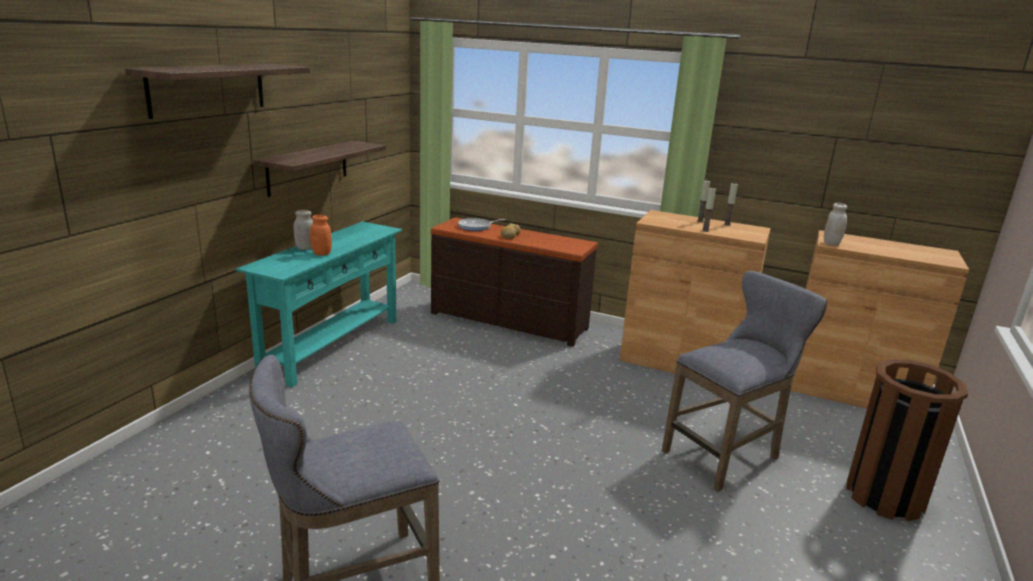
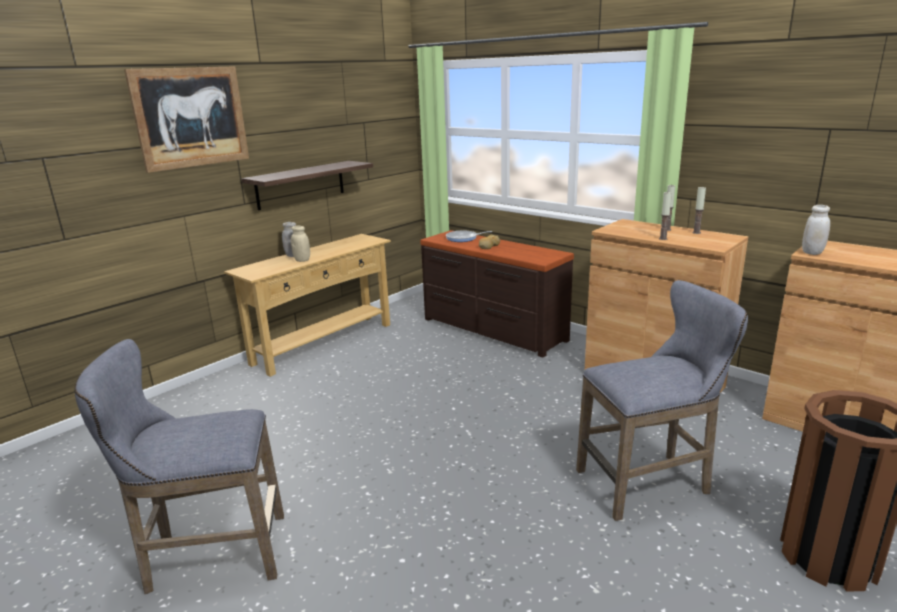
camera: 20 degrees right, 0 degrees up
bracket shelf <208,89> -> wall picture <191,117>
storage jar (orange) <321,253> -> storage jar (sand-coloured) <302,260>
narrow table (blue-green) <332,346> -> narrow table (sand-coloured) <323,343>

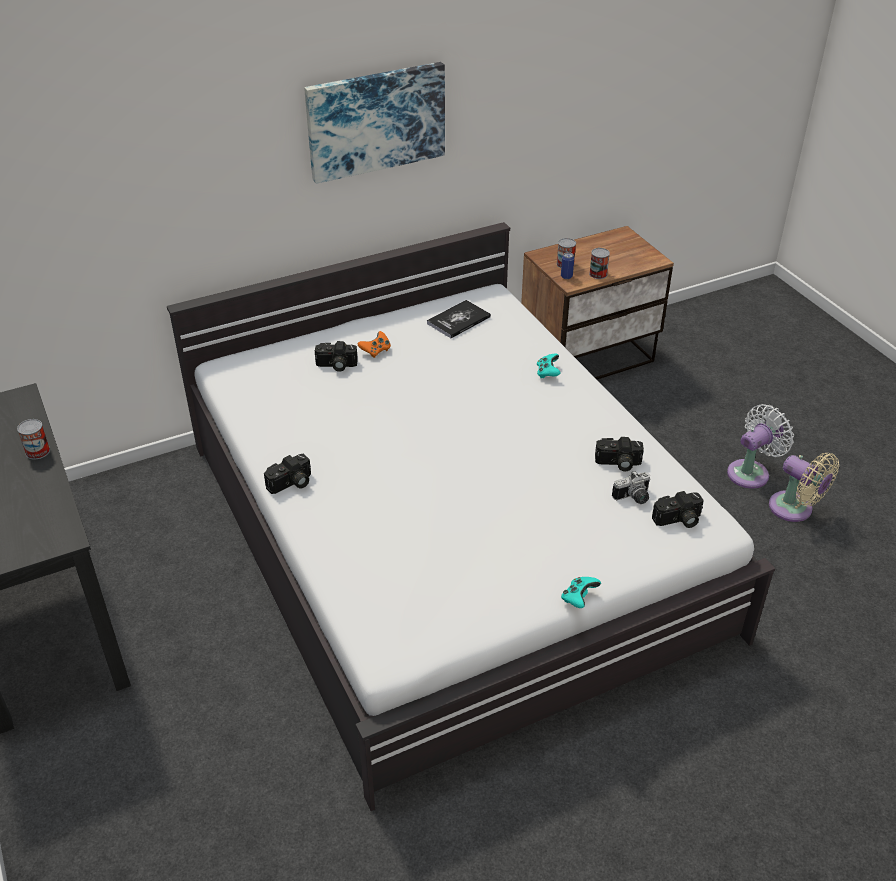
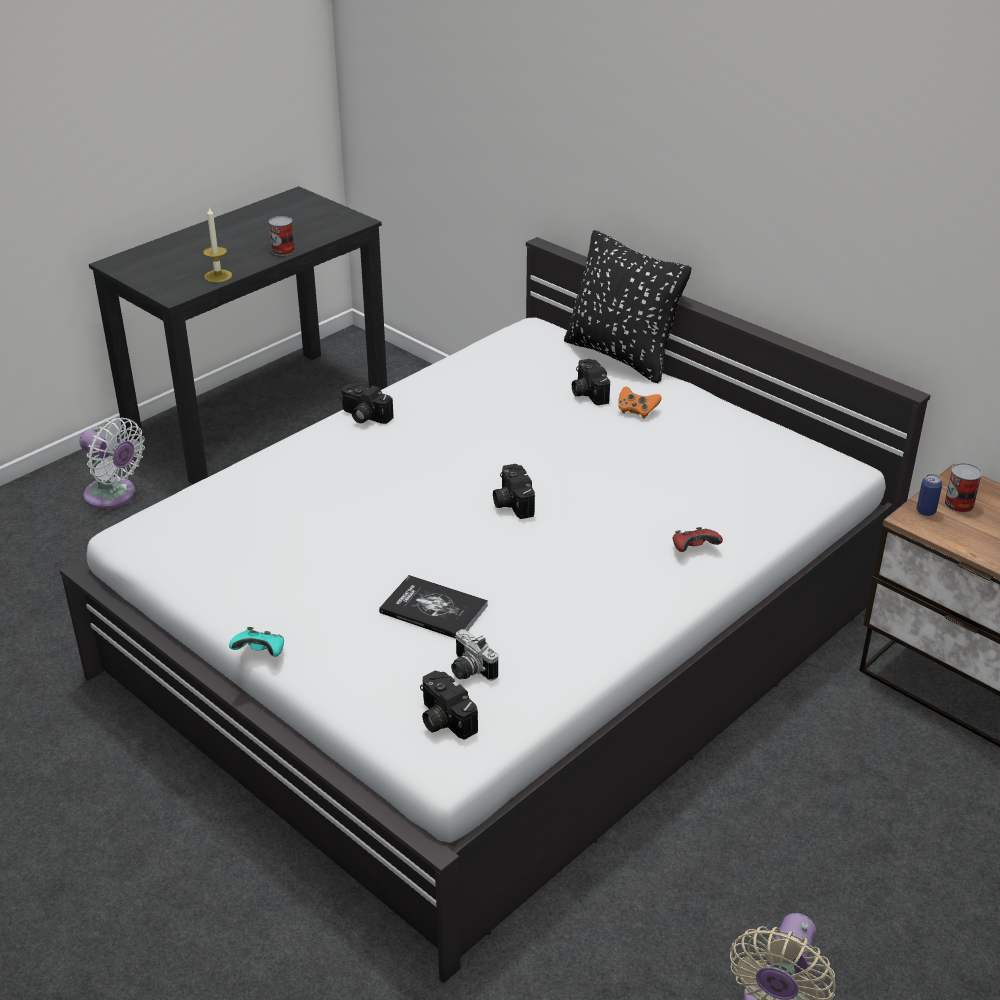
camera: 70 degrees right, 5 degrees down
wall picture <375,120> -> none
sealed can <598,274> -> none
book <458,320> -> book <433,609>, move
game controller (blue-green) <547,373> -> game controller (red-coloured) <694,549>
electric fan (white-coloured) <751,472> -> electric fan (white-coloured) <114,496>, move
still camera <618,463> -> still camera <511,502>, move
none -> wax light <218,276>
none -> cushion (blackish) <621,356>

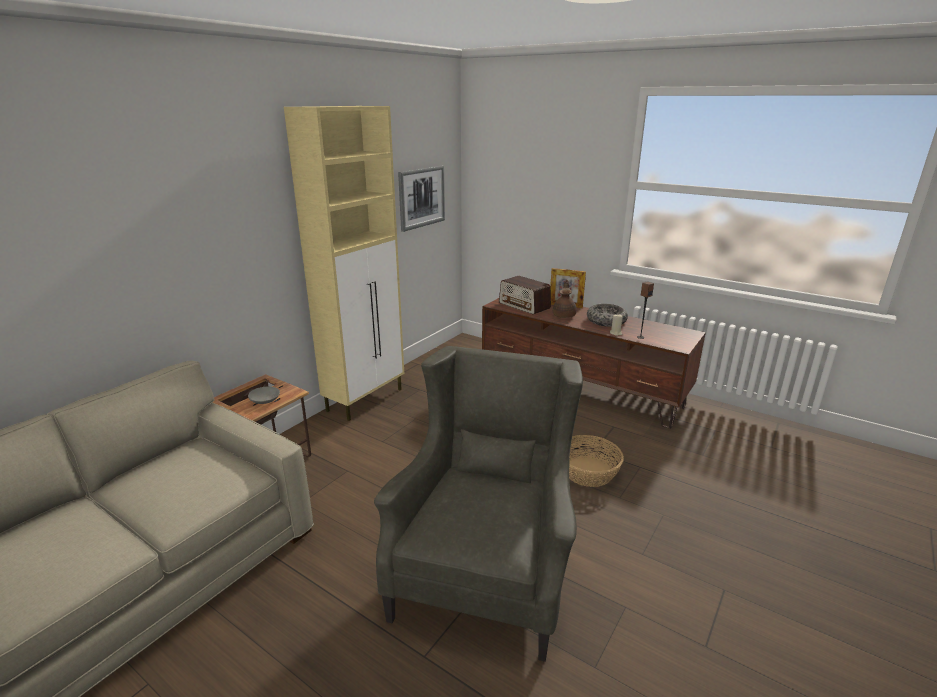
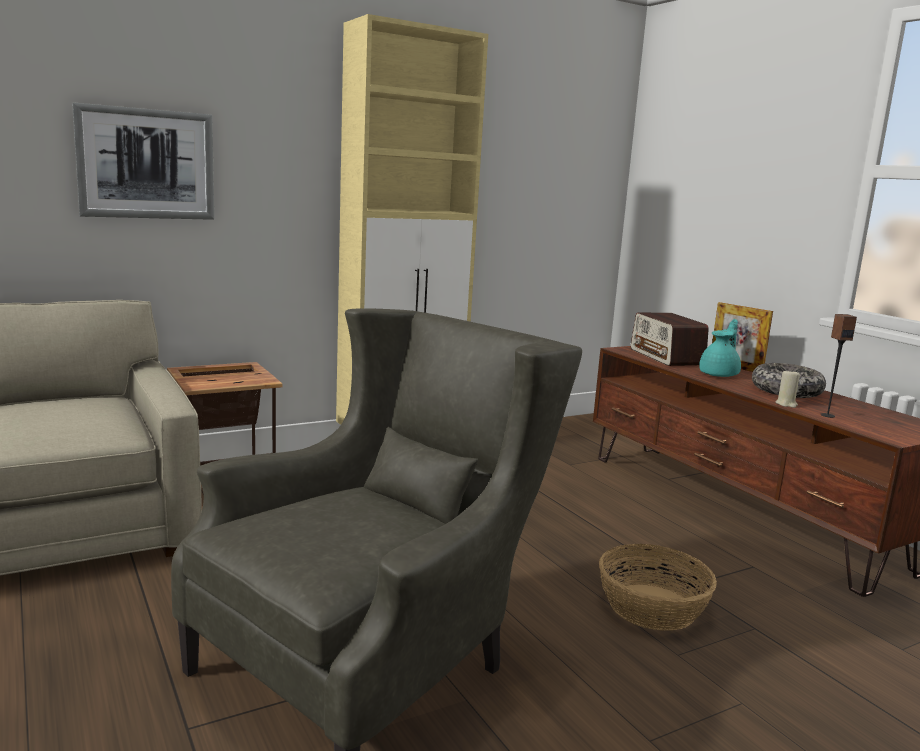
camera: 25 degrees right, 10 degrees down
wall picture <421,197> -> wall picture <146,164>, move
teapot (brown-coloured) <564,315> -> teapot (blue-green) <720,374>
deep dish (gray) <265,400> -> none

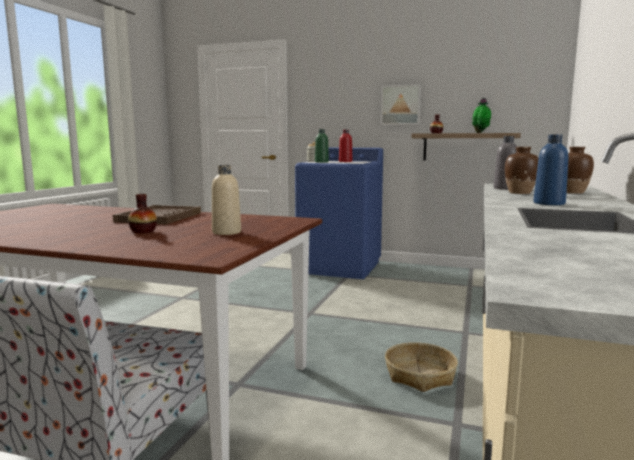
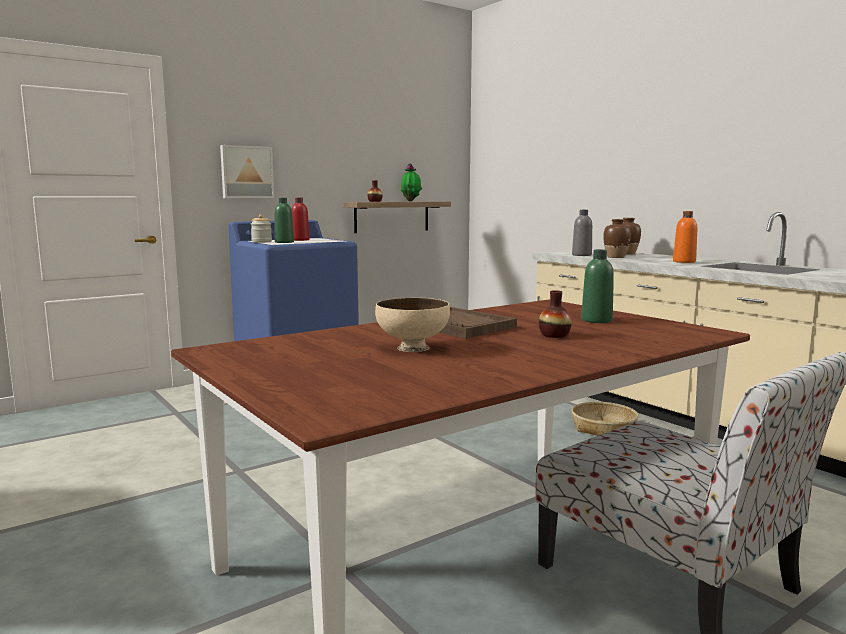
camera: 55 degrees left, 0 degrees up
wall picture <400,105> -> wall picture <246,172>, move
drink bottle (blue) <549,203> -> drink bottle (orange) <684,261>
drink bottle (sand-coloured) <226,232> -> drink bottle (green-coloured) <596,320>
none -> deep dish (sand-coloured) <413,348>

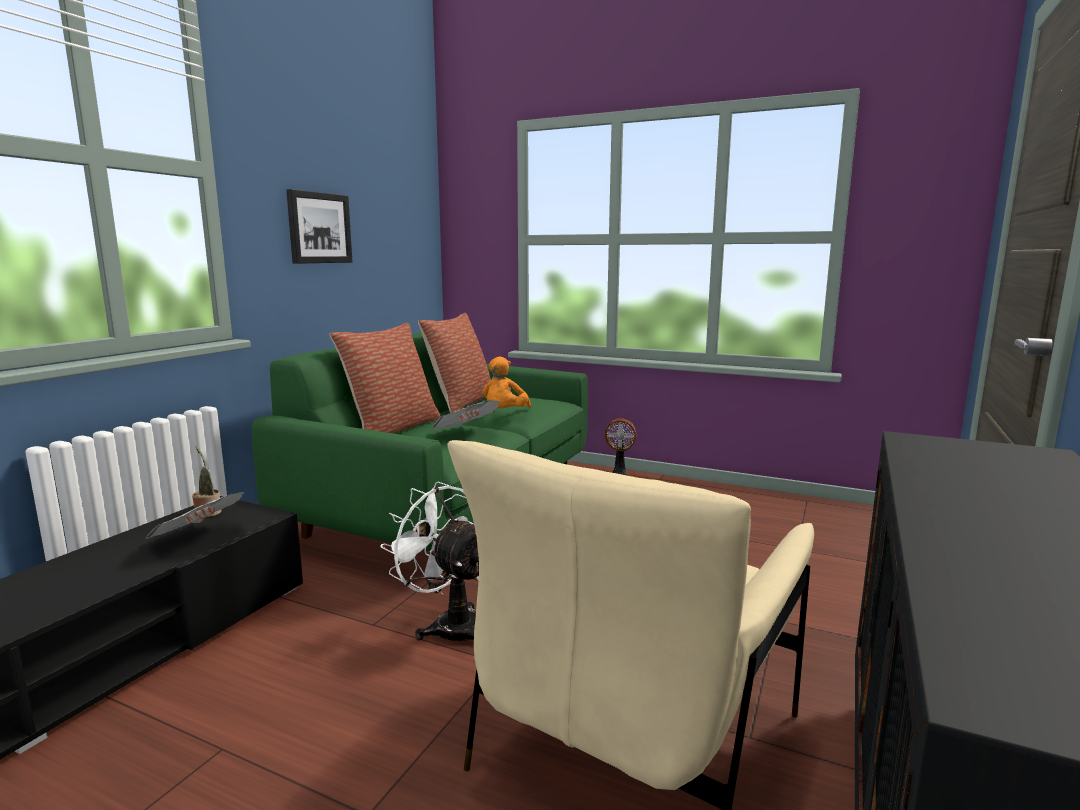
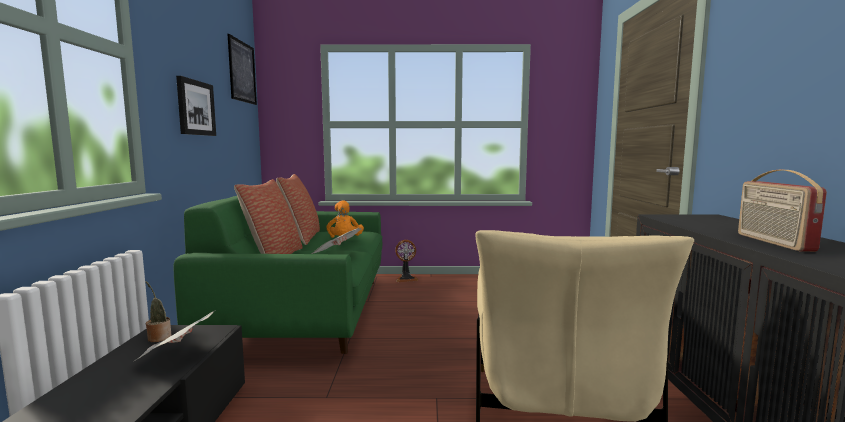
camera: 25 degrees left, 5 degrees down
electric fan (white-coloured) <449,625> -> none
none -> wall picture <242,72>
none -> radio <772,242>

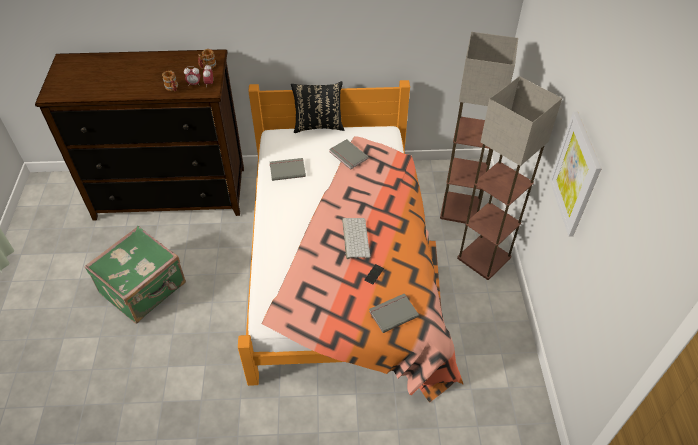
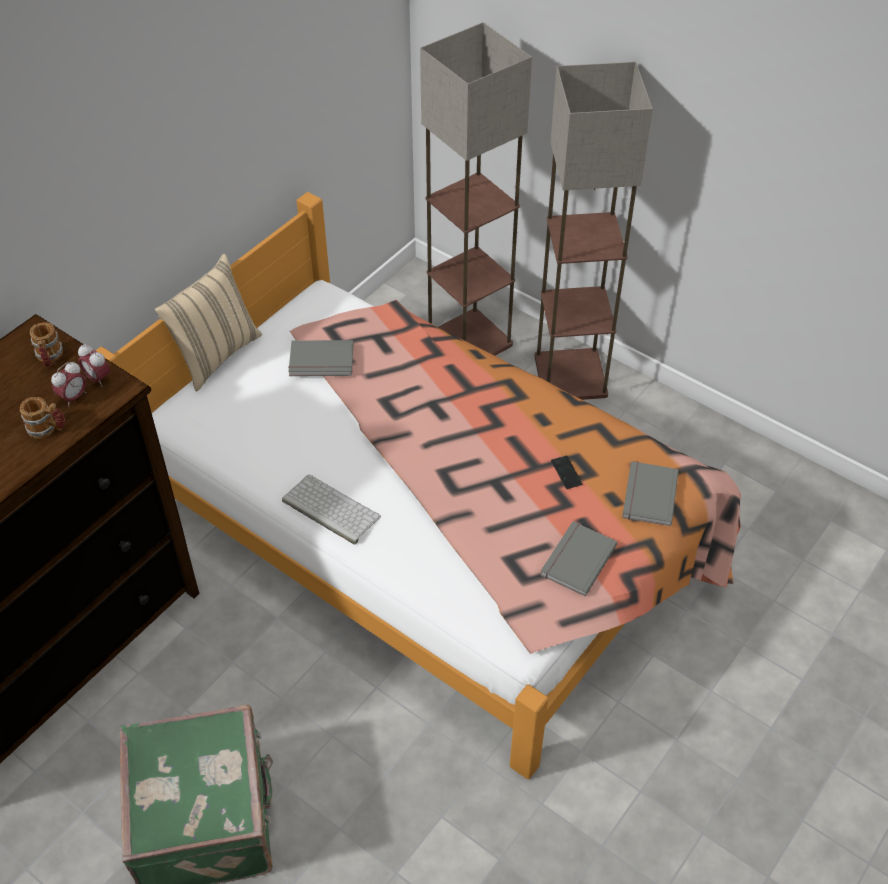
camera: 50 degrees left, 0 degrees up
cushion (blackish) <318,125> -> cushion (sand-coloured) <216,355>
wall picture <575,175> -> none
book (gray) <287,169> -> book (gray) <576,559>, move
computer keyboard <354,237> -> computer keyboard <329,509>, move

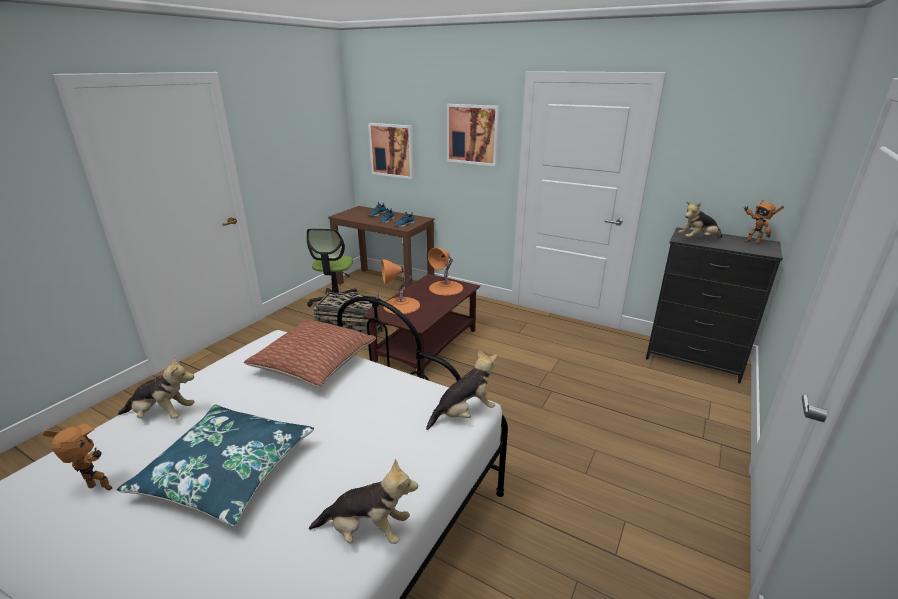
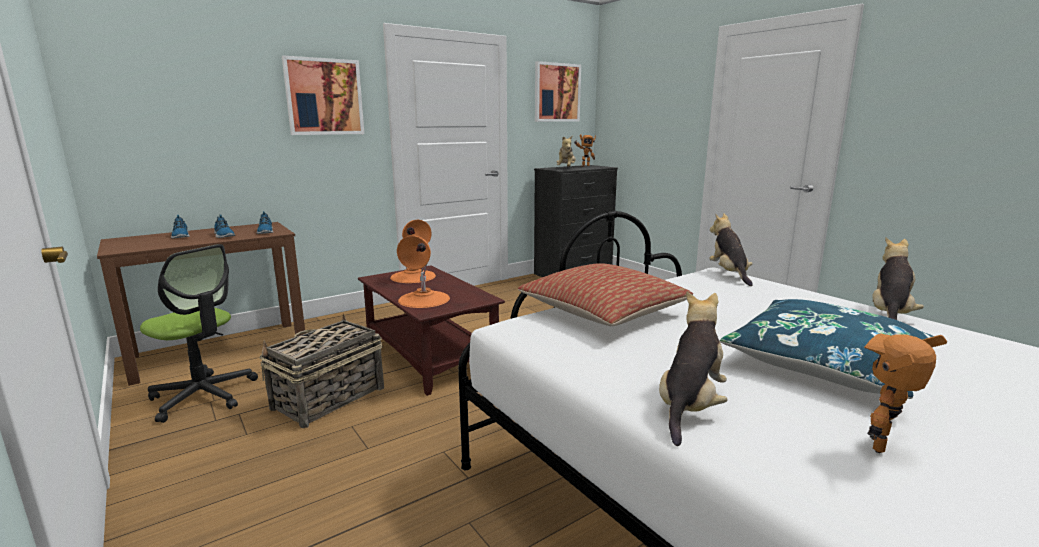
camera: 65 degrees left, 10 degrees down
wall picture <392,150> -> wall picture <557,92>, move

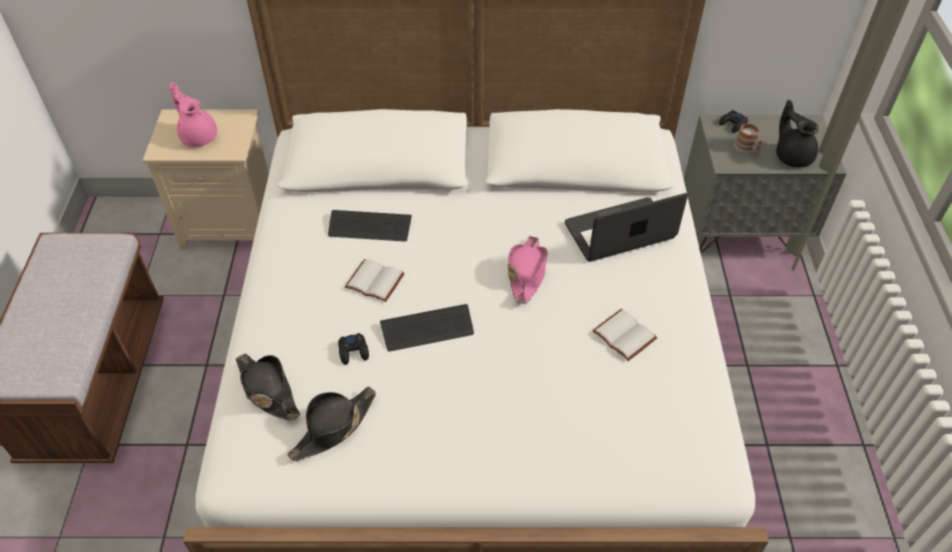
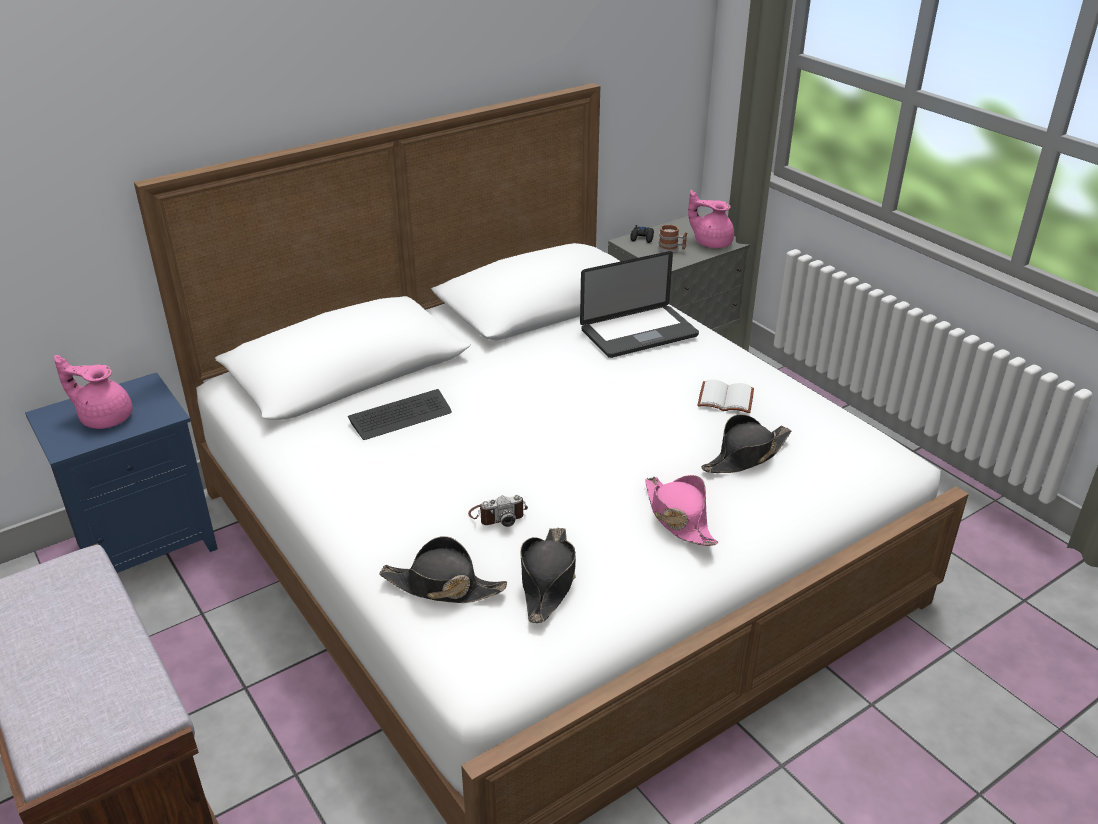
camera: 35 degrees left, 15 degrees down
teapot (blackish) <792,156> -> teapot (pinkish) <711,242>
bedside table (sand-coloured) <232,224> -> bedside table (blue) <147,545>
laptop <619,231> -> laptop <639,333>, 150 degrees counterclockwise
hat (pinkish) <526,273> -> hat (pinkish) <678,517>, move
book (white-coloured) <376,280> -> none
computer keyboard <427,329> -> none
game controller (blackish) <354,351> -> still camera <498,514>
none -> hat (blackish) <746,456>

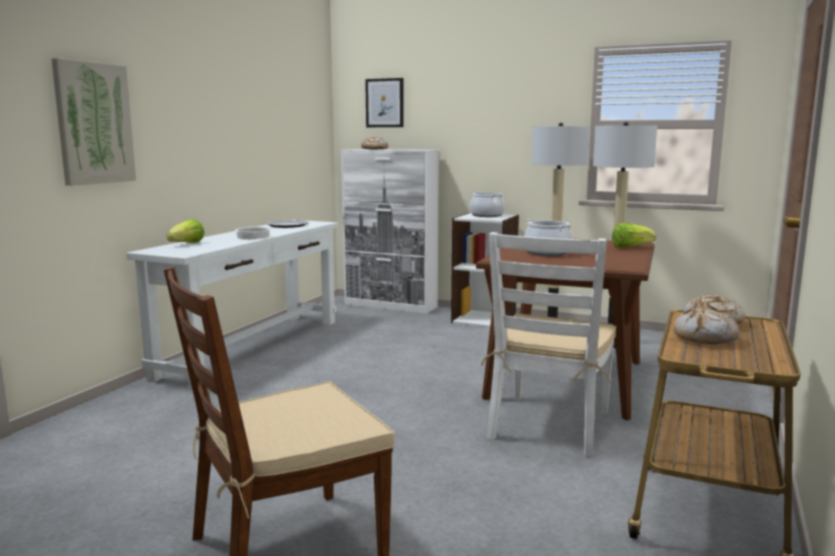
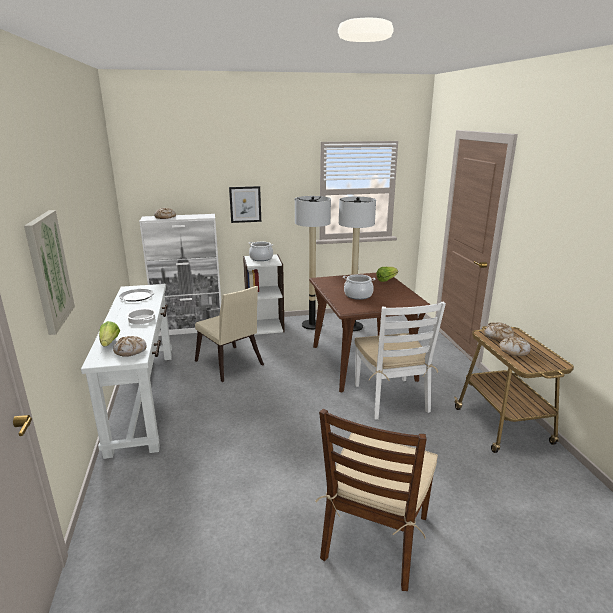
camera: 35 degrees left, 10 degrees up
wall picture <384,103> -> wall picture <245,204>, move
none -> plain chair (sand-coloured) <230,365>
none -> bakery bread <130,350>

